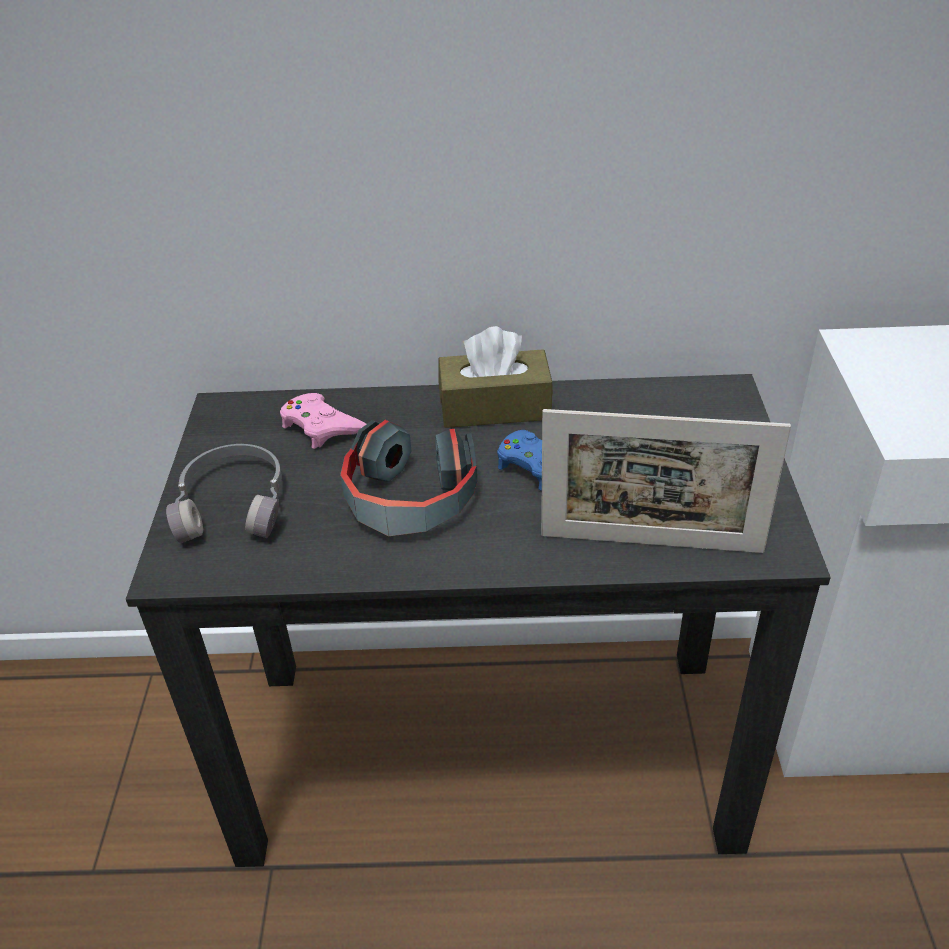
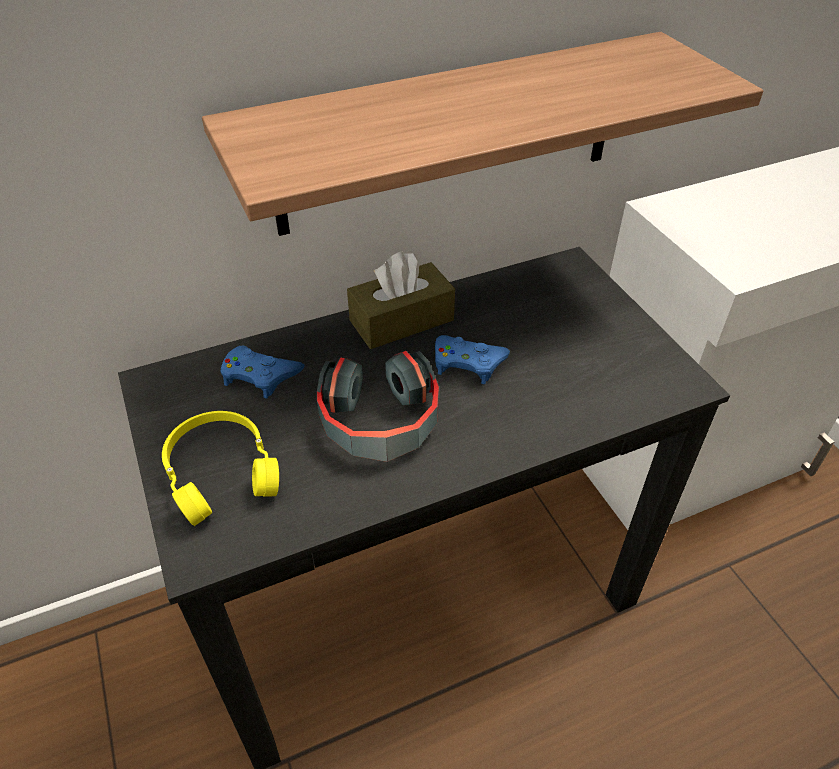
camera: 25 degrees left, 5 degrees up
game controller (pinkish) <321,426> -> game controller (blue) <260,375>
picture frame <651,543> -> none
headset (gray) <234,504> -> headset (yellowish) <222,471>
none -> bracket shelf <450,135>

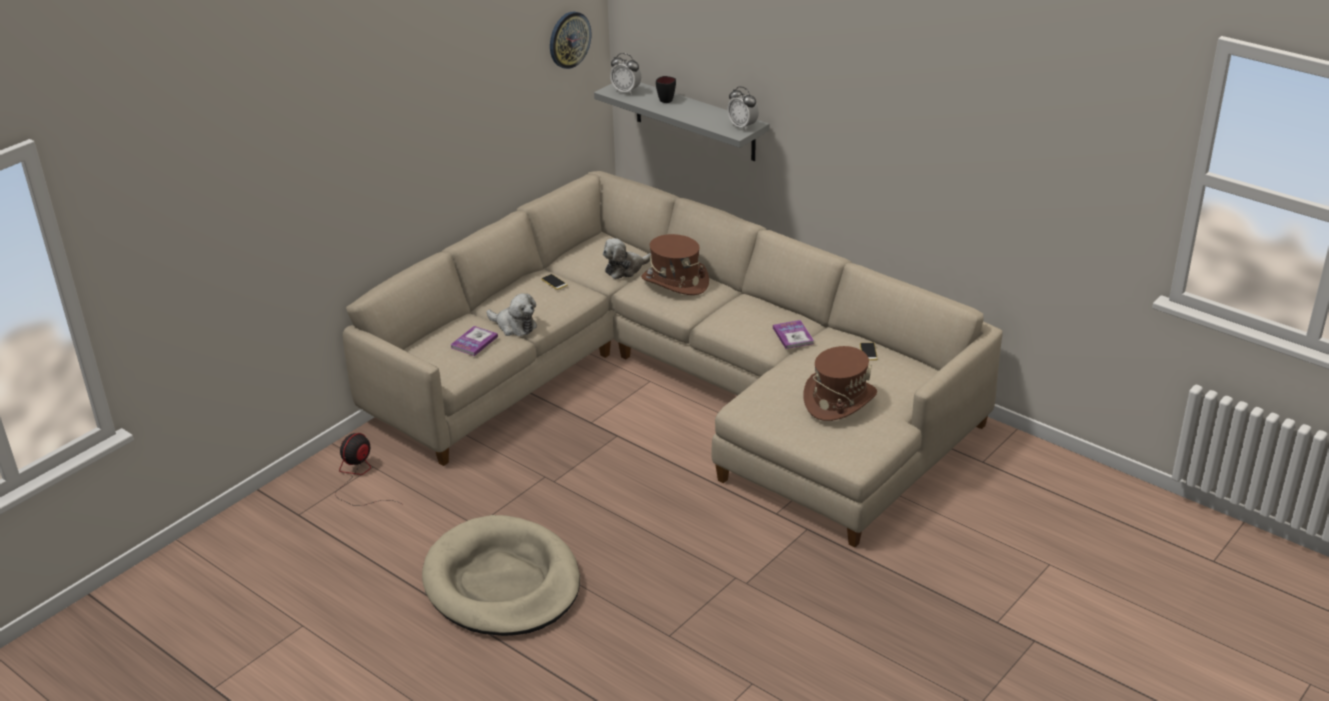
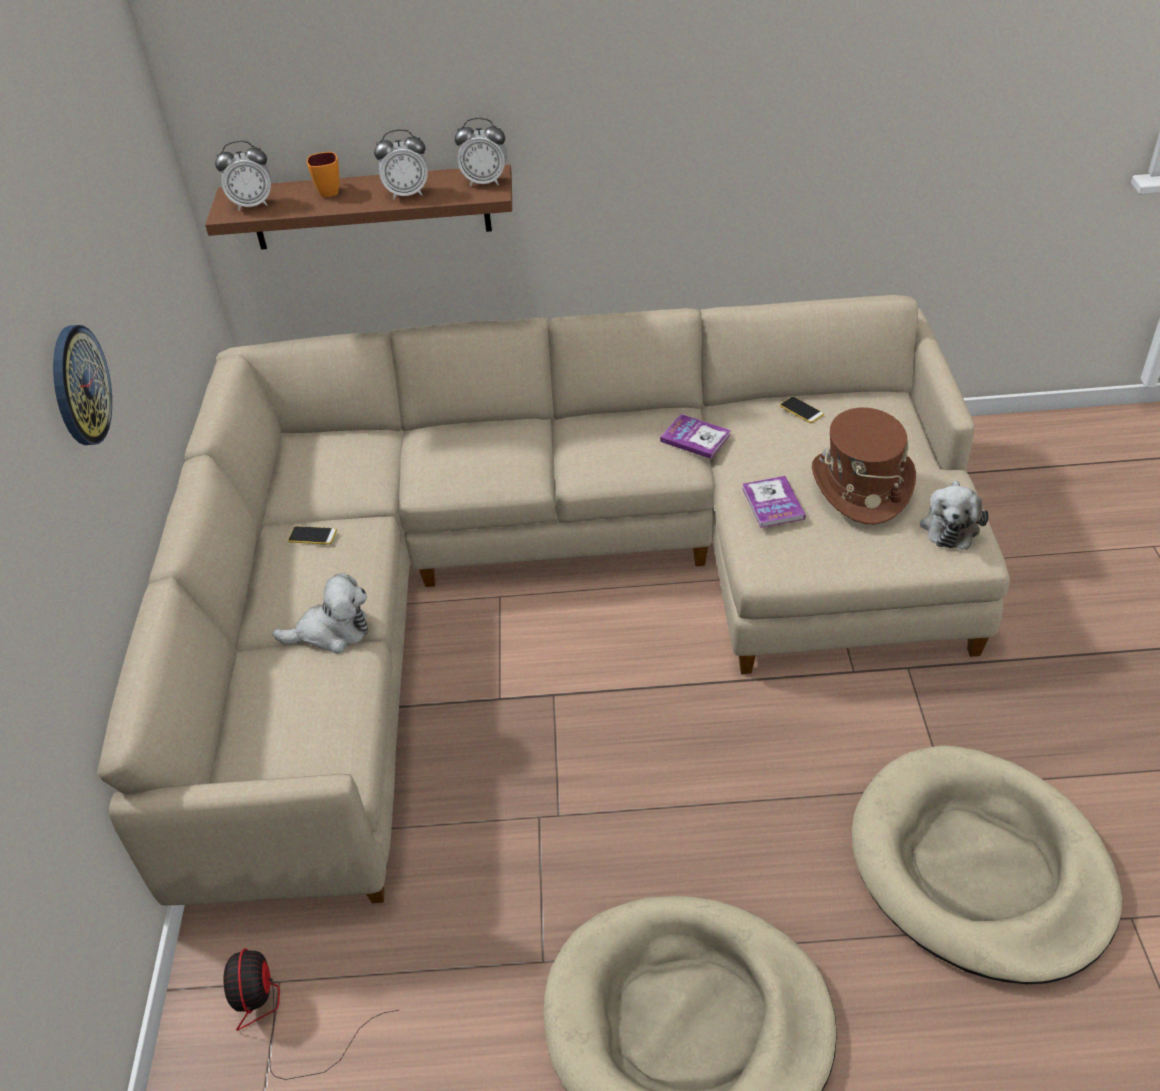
camera: 40 degrees left, 10 degrees up
hanging clock <569,39> -> hanging clock <79,385>, move
coffee mug (blackish) <668,99> -> coffee mug (orange) <328,190>
bracket shelf (gray) <694,119> -> bracket shelf (brown-coloured) <370,208>
hat (brown-coloured) <675,282> -> none
plush toy <625,269> -> plush toy <950,525>, move
book <474,342> -> book <773,503>, move
none -> alarm clock <407,193>
none -> pet bed (sand-coloured) <979,868>

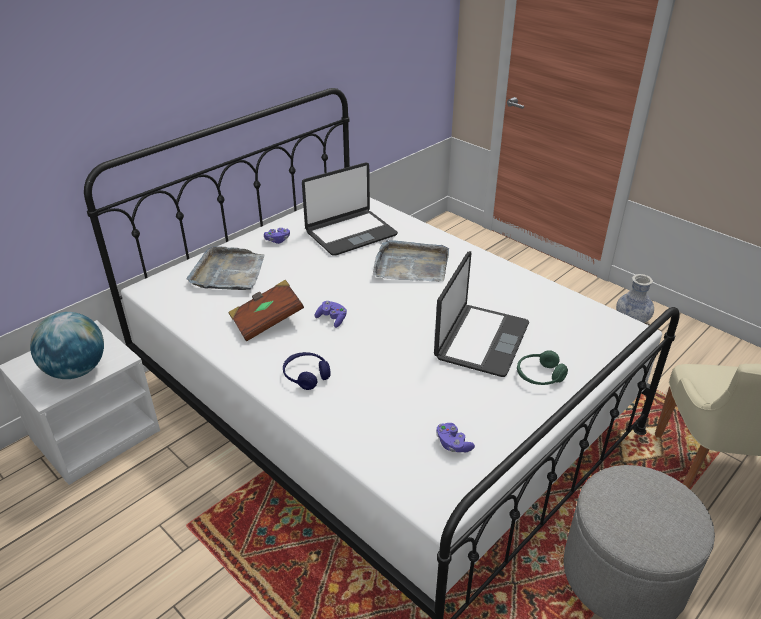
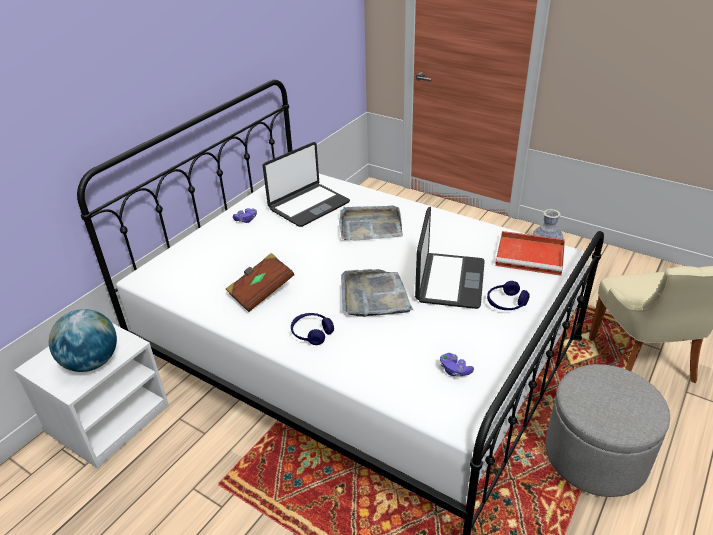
camera: 10 degrees left, 0 degrees up
carrying tray (gray) <228,272> -> carrying tray (gray) <374,296>, move
game controller (purplish) <332,319> -> none
headset (green-coloured) <539,376> -> headset (blue) <506,303>
none -> carrying tray (red-coloured) <531,256>

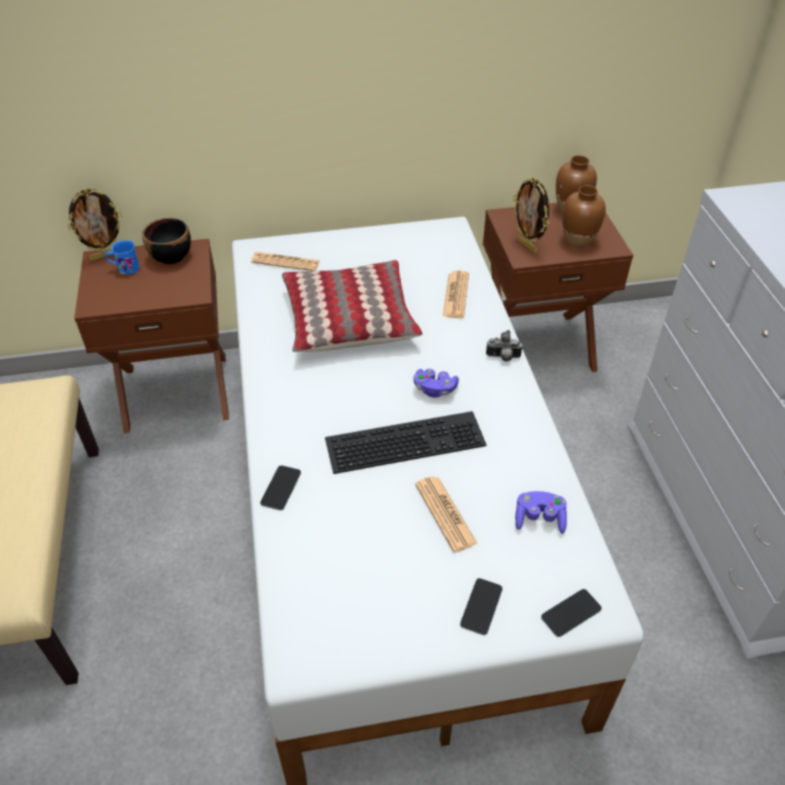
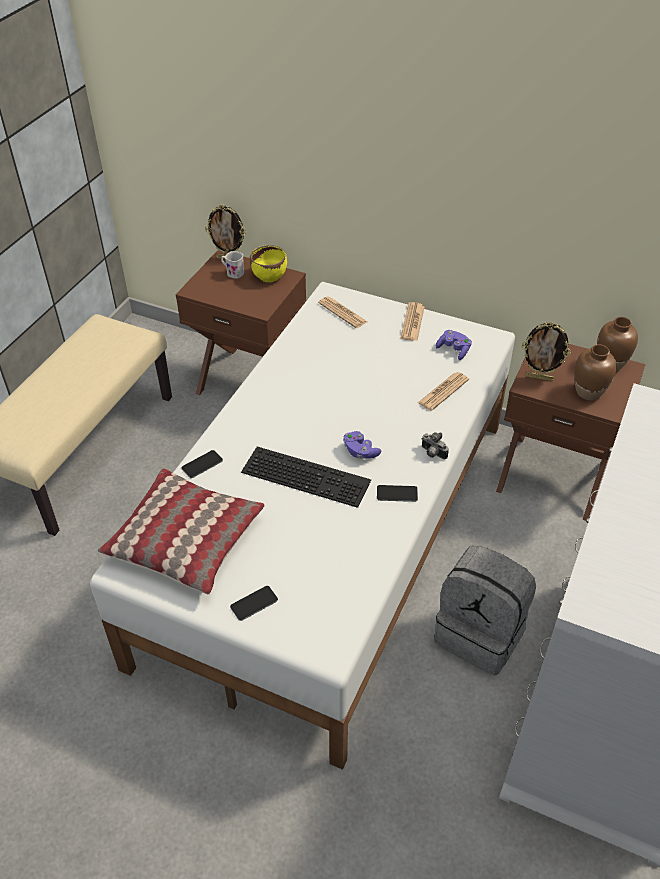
camera: 35 degrees right, 0 degrees up
picture frame <527,245> -> picture frame <539,378>, 75 degrees counterclockwise
deep dish (blackish) <171,256> -> deep dish (yellowish) <269,276>
coffee mug (blue) <125,268> -> coffee mug (white-coloured) <233,273>
cushion <349,319> -> cushion <185,540>, move
daily paper <445,514> -> daily paper <412,322>, move
game controller (purplish) <539,519> -> game controller (purplish) <454,350>, move
phone <571,613> -> phone <397,493>, move
none -> rucksack (gray) <481,634>

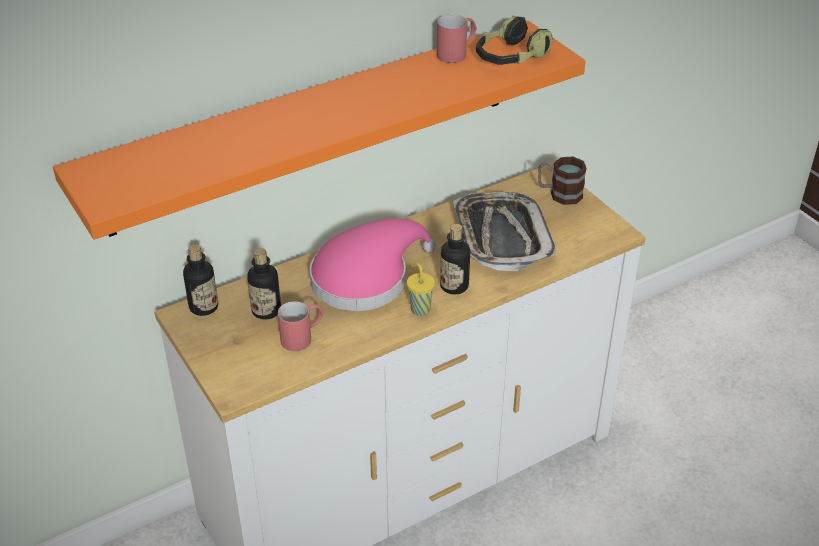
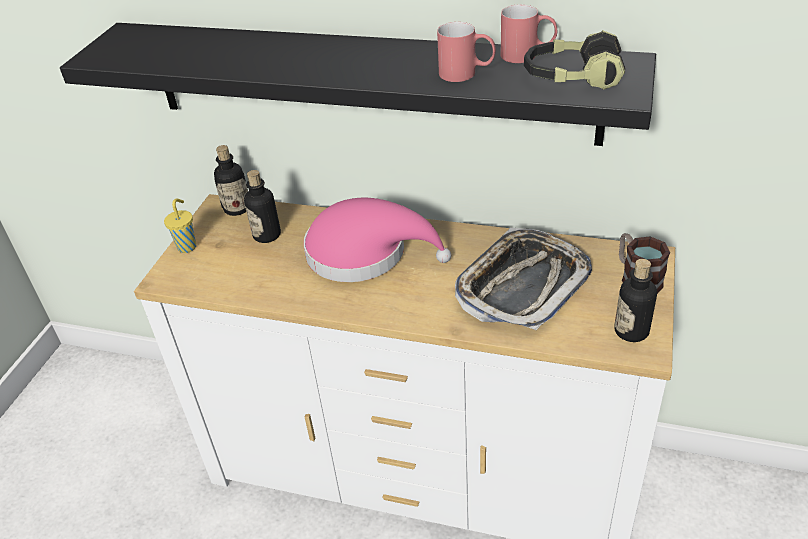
camera: 50 degrees right, 0 degrees up
bracket shelf (orange) <315,126> -> bracket shelf (blackish) <367,82>
drink bottle <454,286> -> drink bottle <631,331>, move
drinking cup (yellowish) <419,309> -> drinking cup (yellowish) <187,246>, move
coffee mug (red-coloured) <303,337> -> coffee mug (red-coloured) <467,74>, move

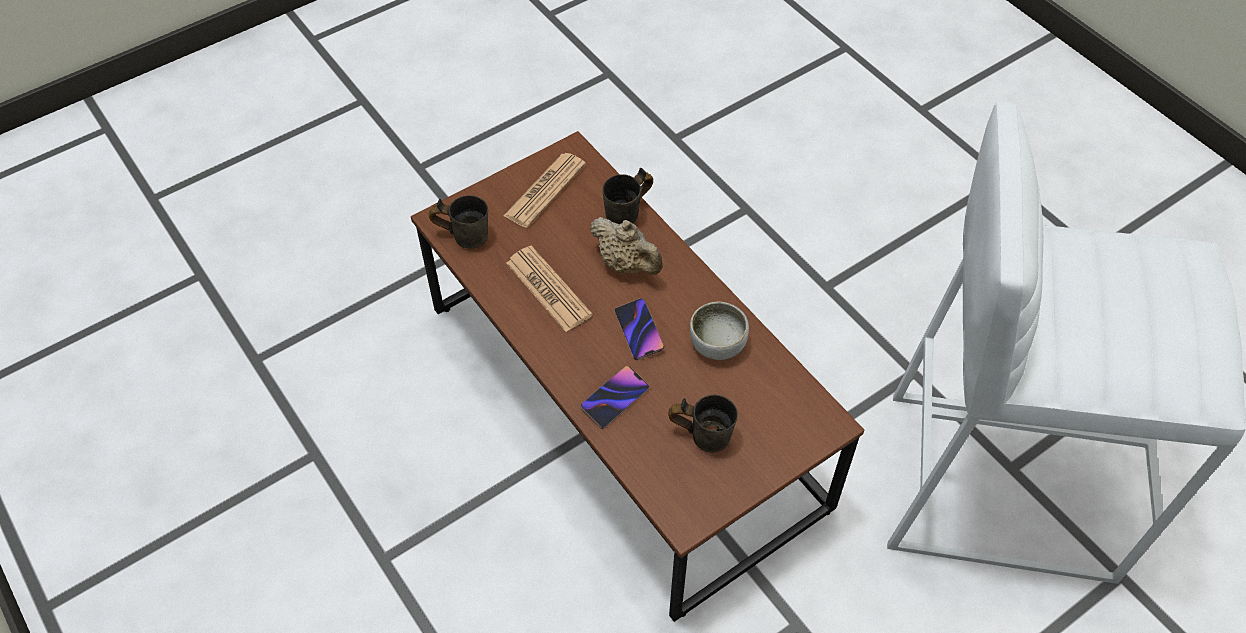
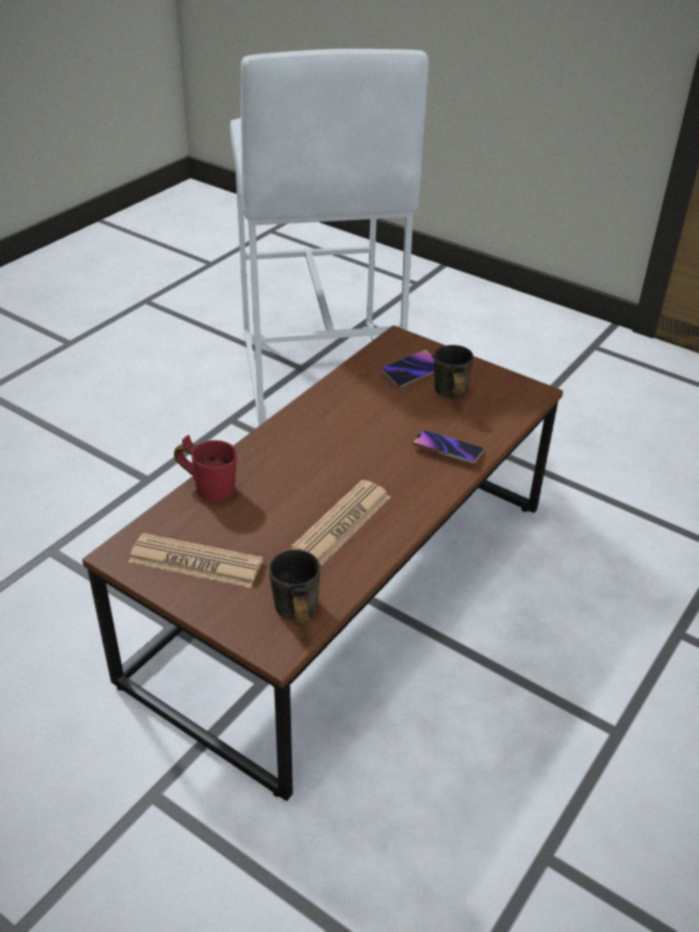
camera: 110 degrees left, 15 degrees down
coffee mug (gray) <630,214> -> coffee mug (red-coloured) <211,486>
teapot (sand-coloured) <627,264> -> none
phone <639,331> -> phone <412,371>, move
deep dish <717,343> -> none

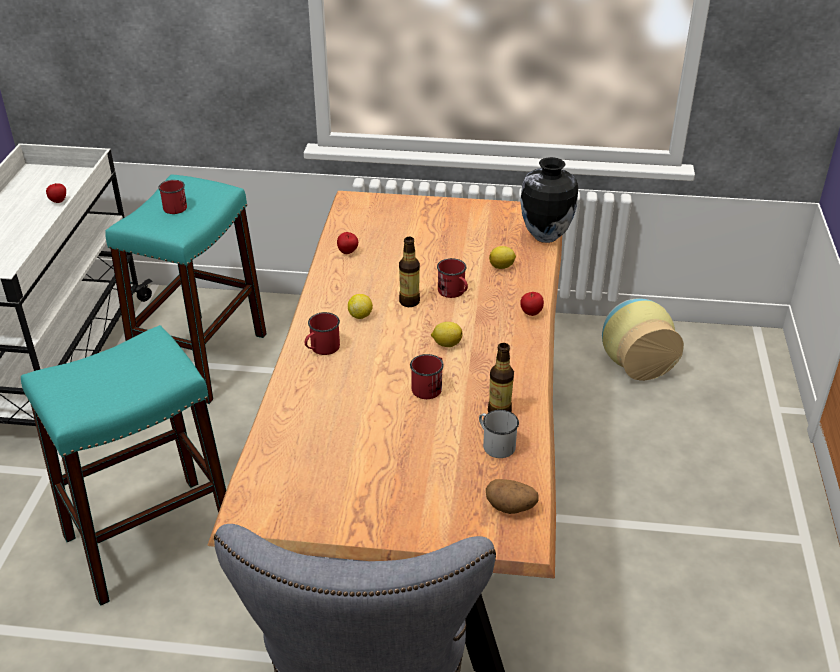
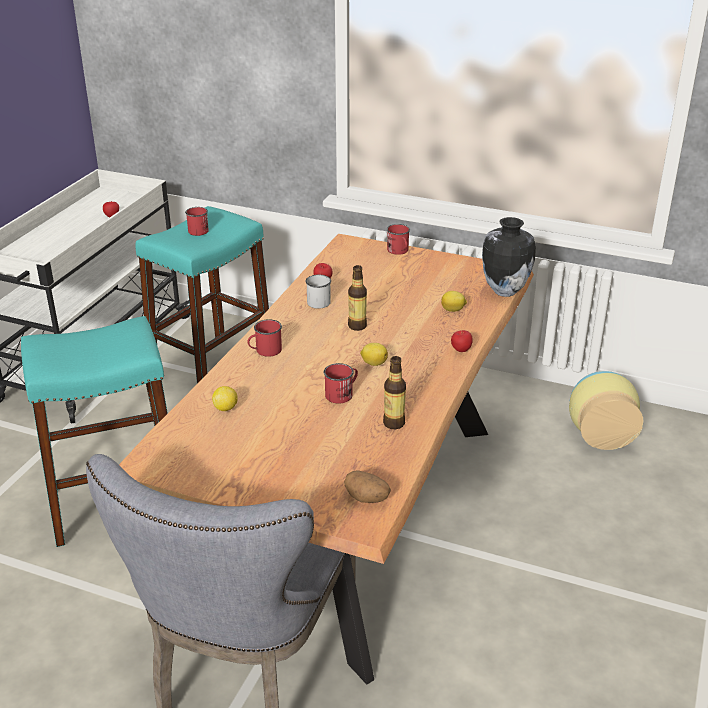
camera: 15 degrees right, 5 degrees down
coffee mug (red-coloured) <454,292> -> coffee mug (red-coloured) <399,251>, move
lemon <360,315> -> lemon <226,408>, move
coffee mug (white-coloured) <495,444> -> coffee mug (white-coloured) <317,301>, move

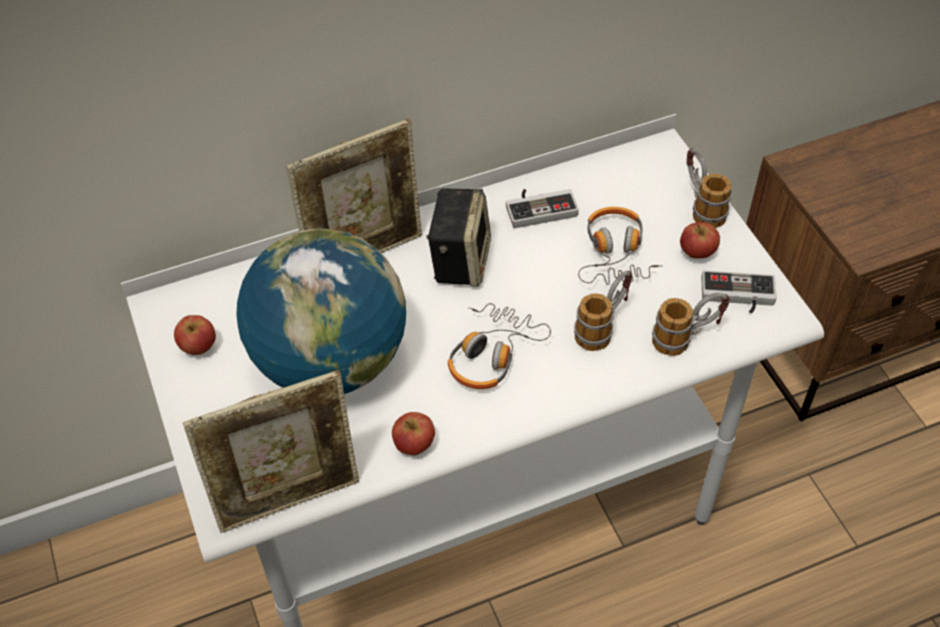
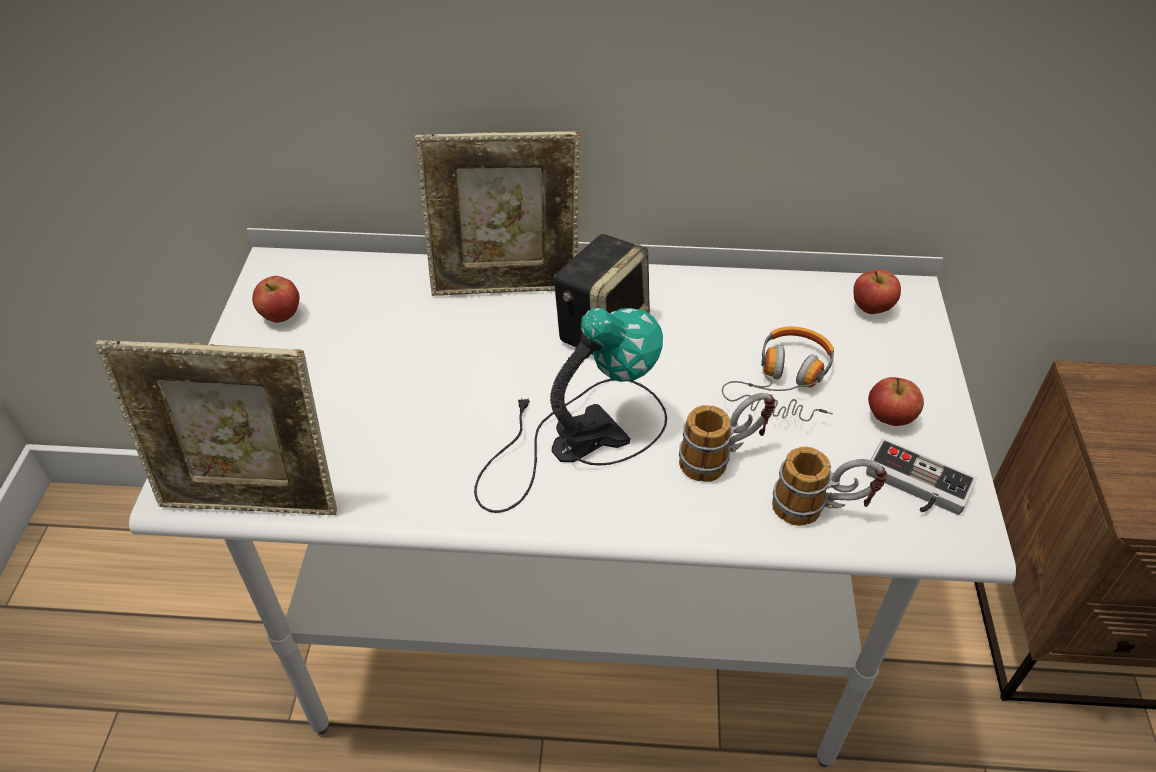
camera: 25 degrees right, 5 degrees down
coffee mug <700,206> -> none
game controller <539,207> -> none
globe <331,361> -> none
headset <492,354> -> lamp for a table <573,438>
whole apple <414,444> -> whole apple <871,308>, move

